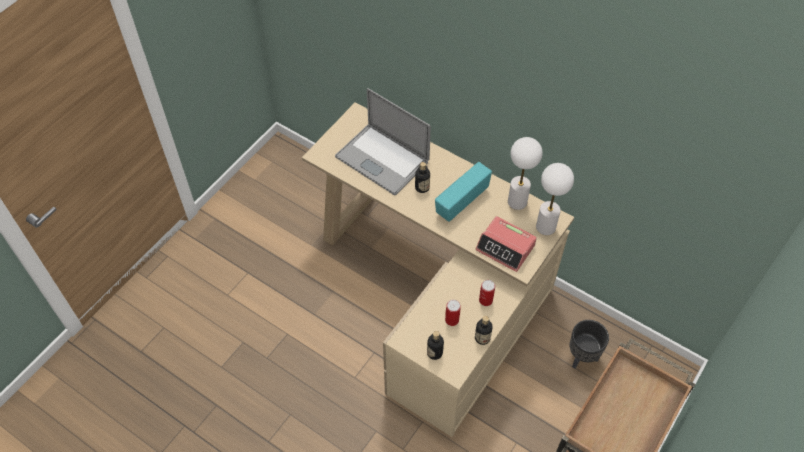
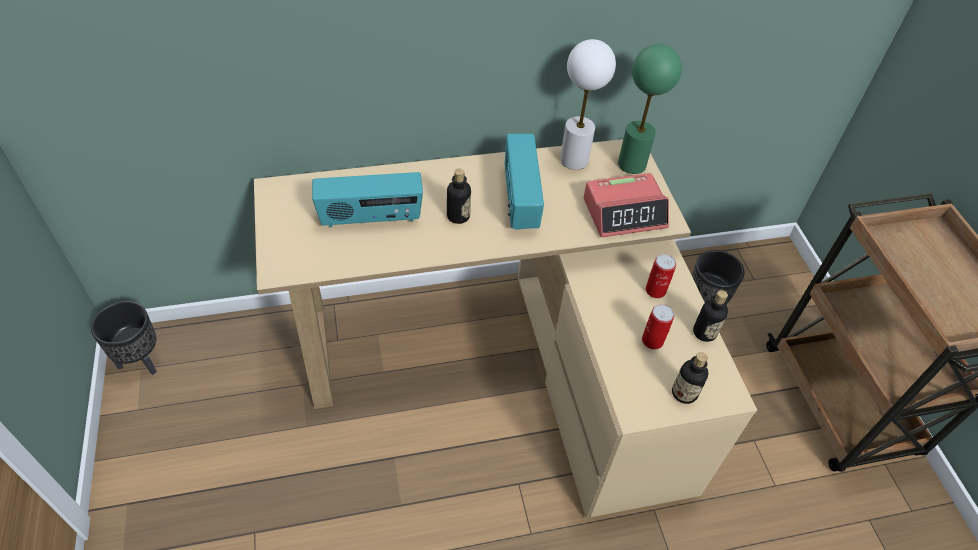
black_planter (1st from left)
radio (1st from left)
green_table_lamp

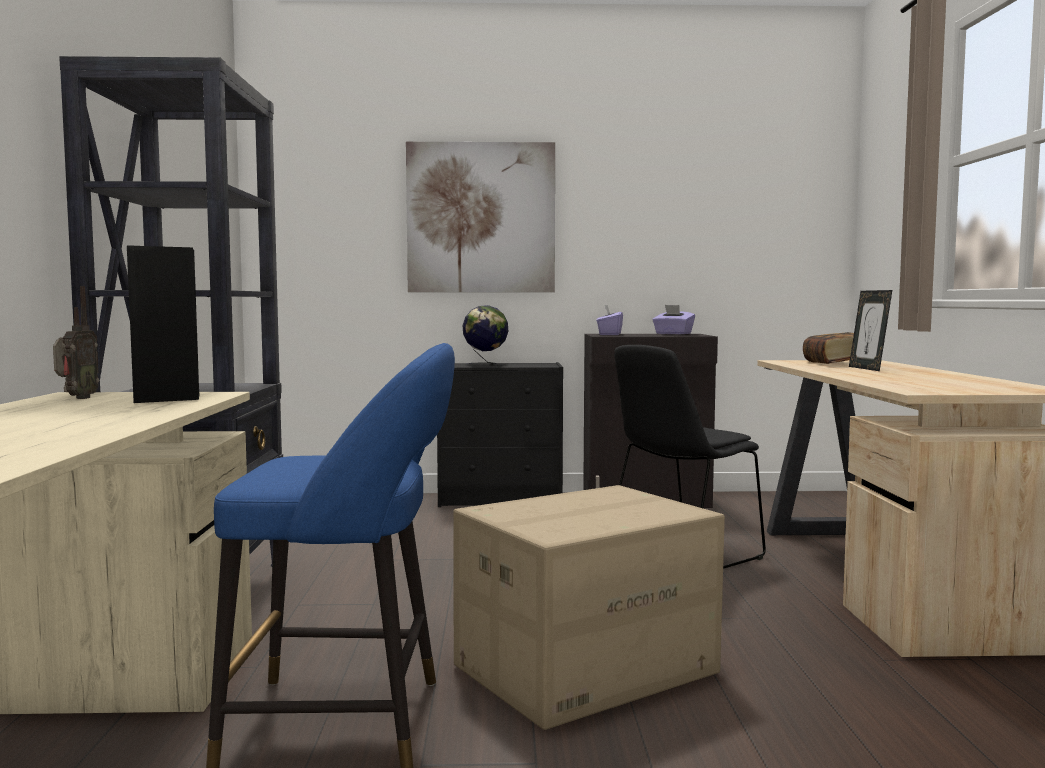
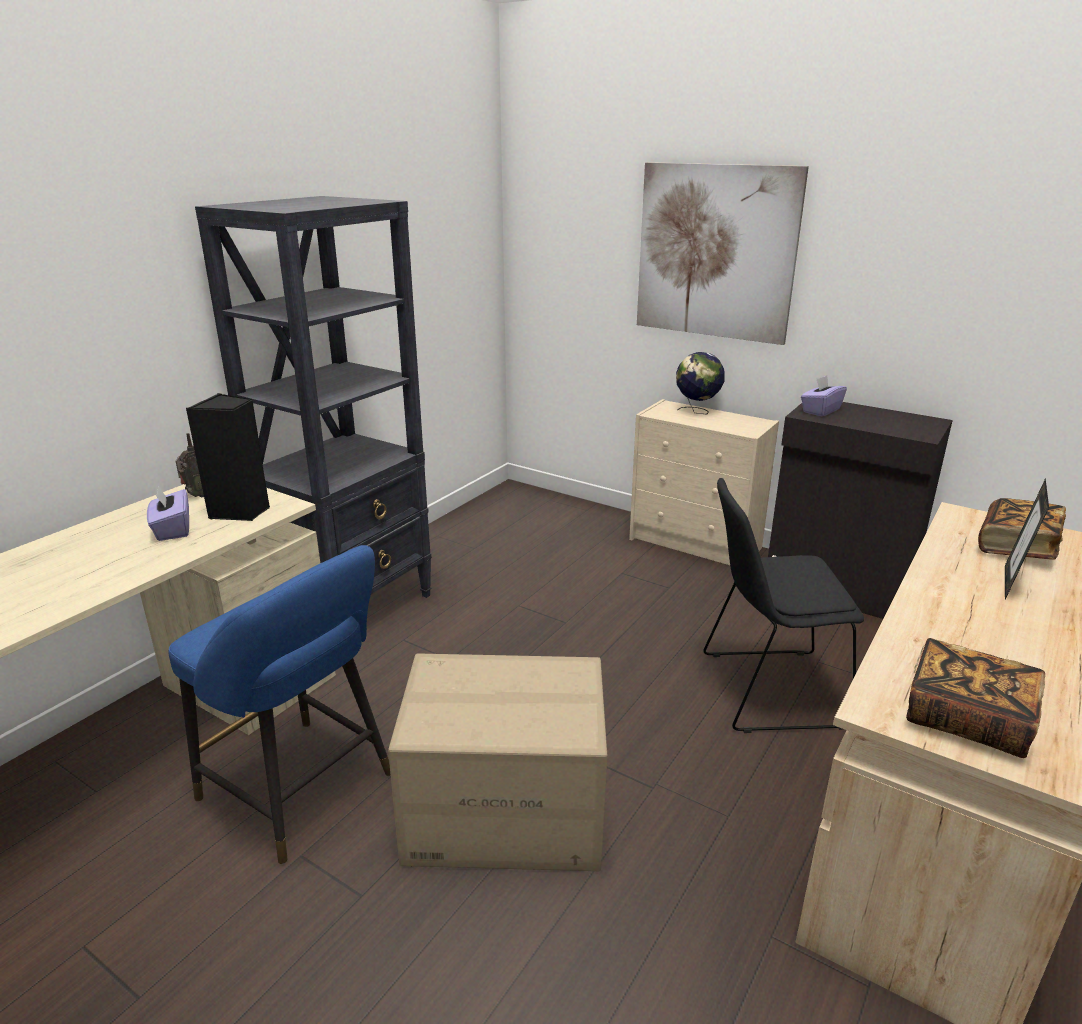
purple_tissue_box (1st from left)
beige_dresser
book (1st from left)

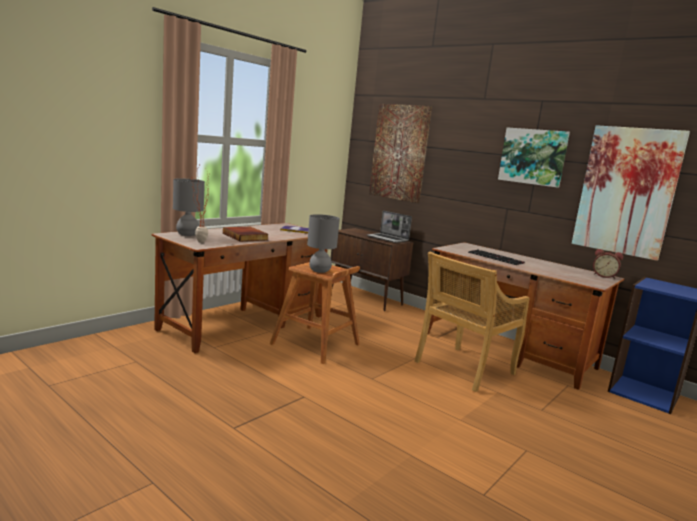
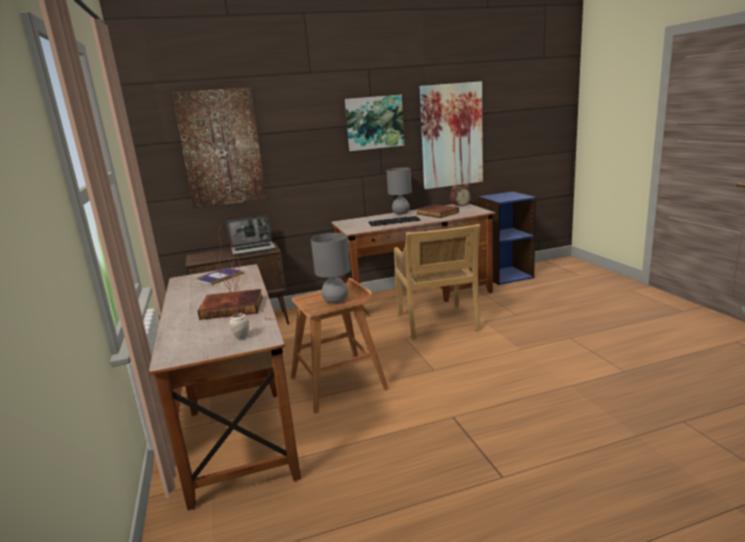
grey_table_lamp (2nd from left)
book (3rd from left)

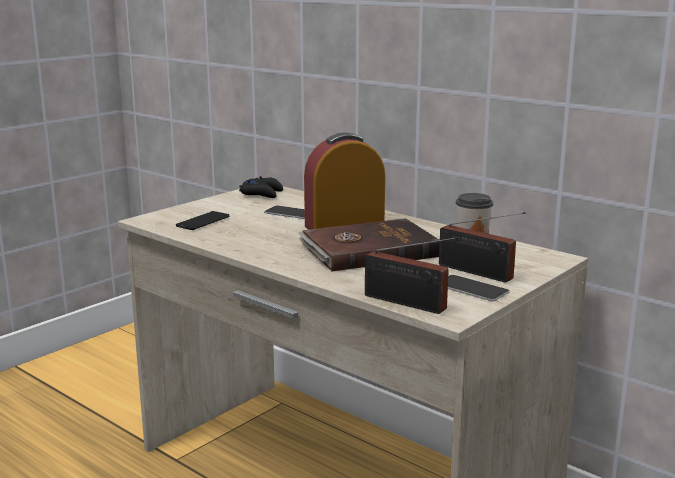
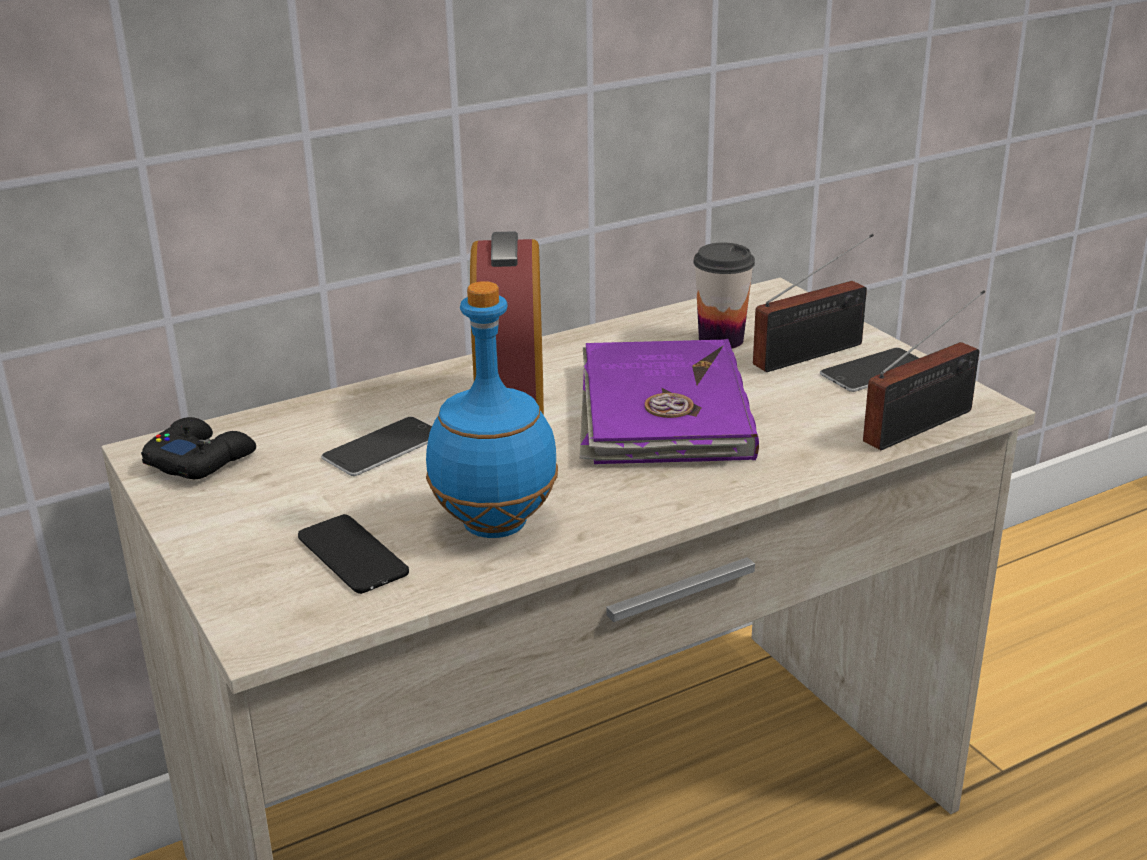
blue_bottle
purple_book

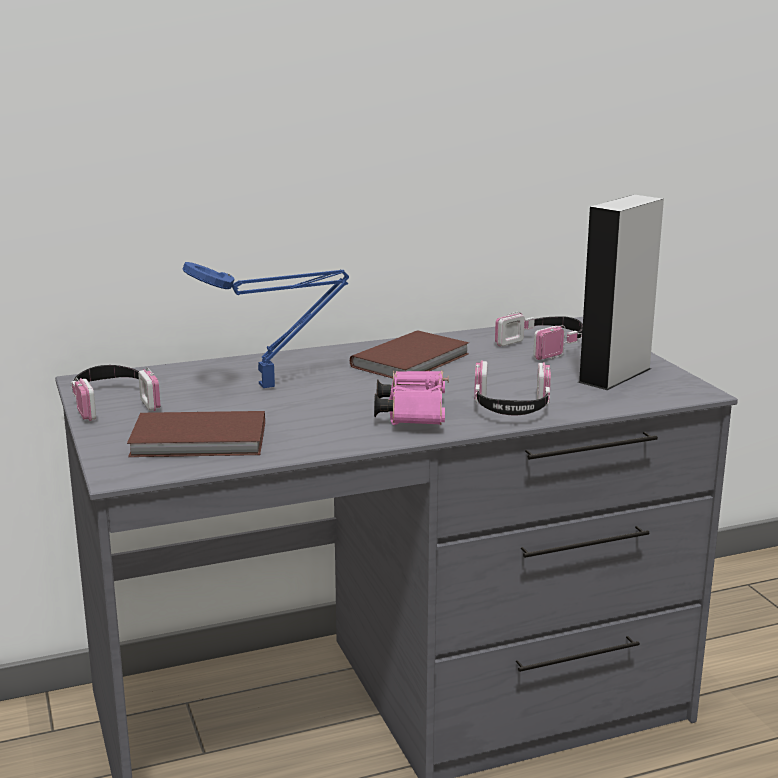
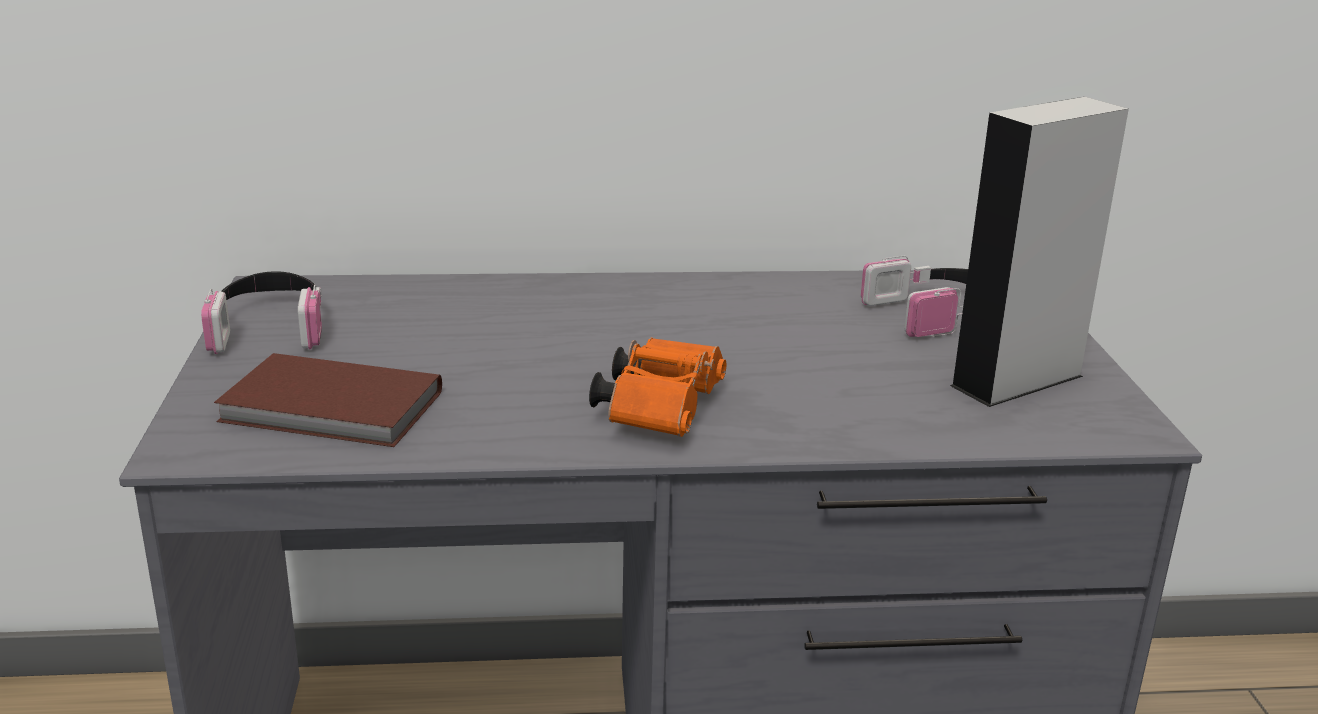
orange_binoculars
blue_table_lamp
brown_book (2nd from left in the first image)
headphones (2nd from left in the first image)

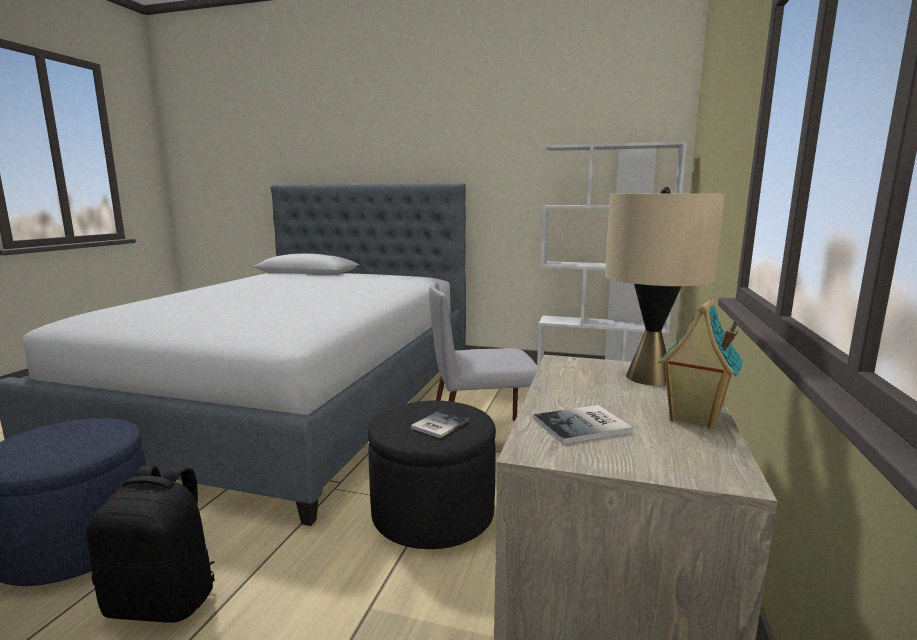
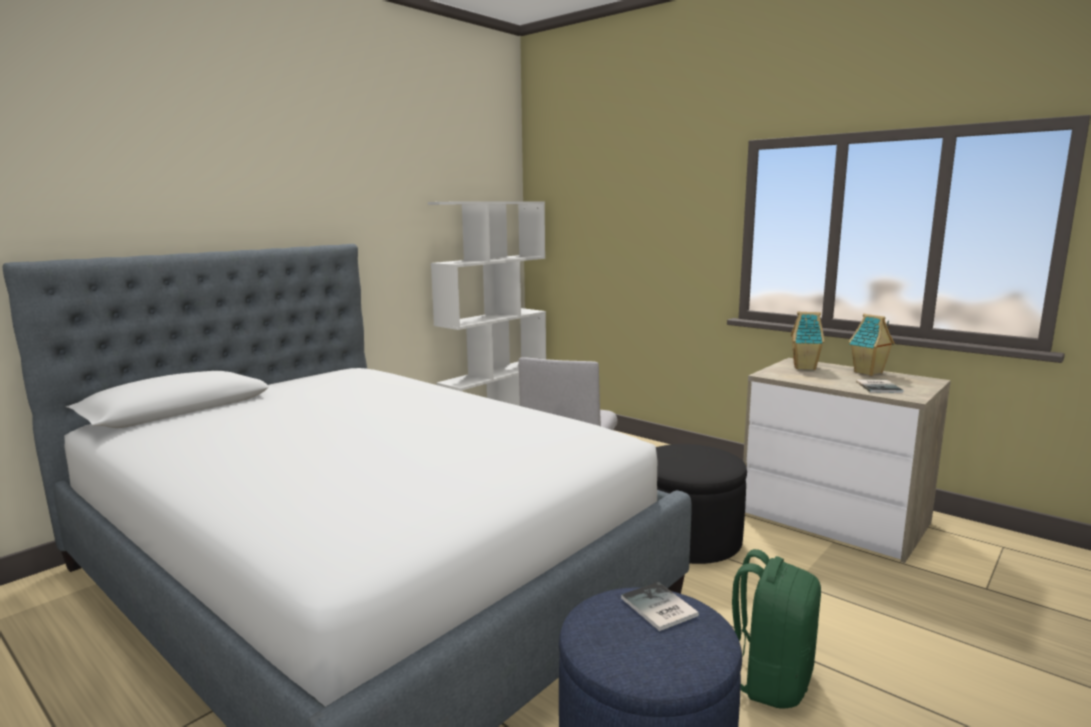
book (1st from left)
green_backpack
toy_house (1st from left)

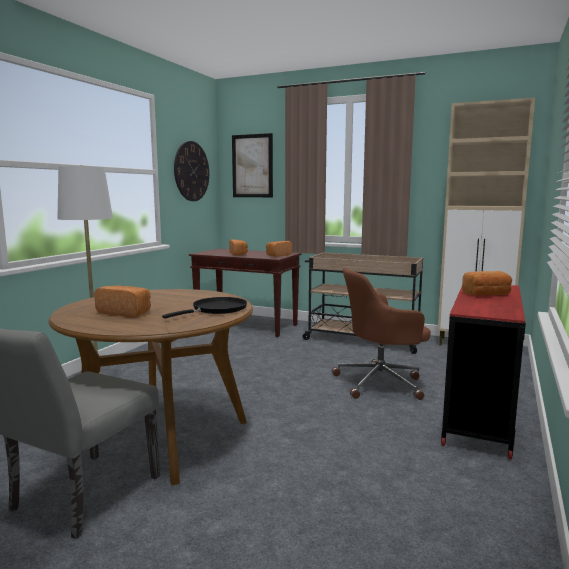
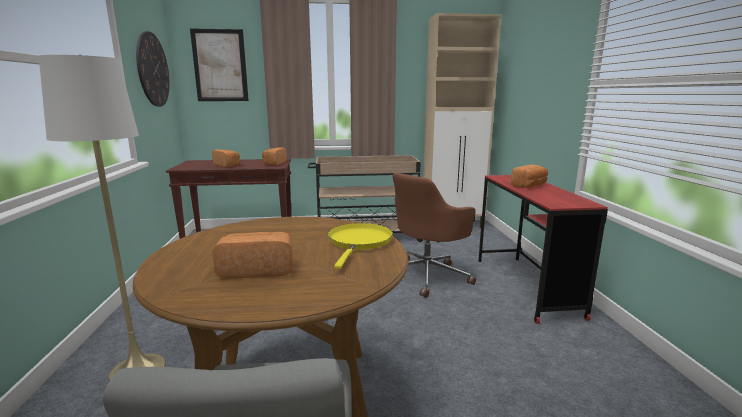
yellow_frying_pan

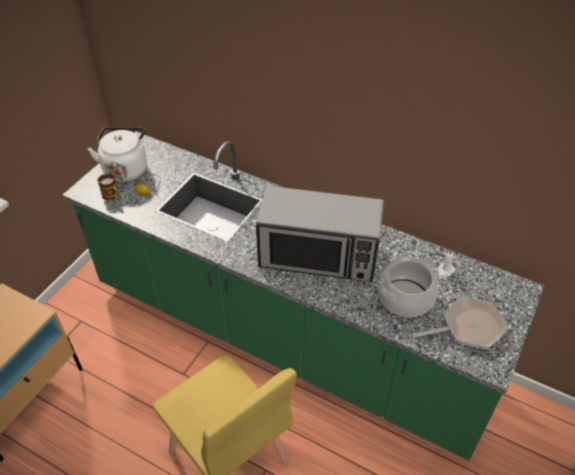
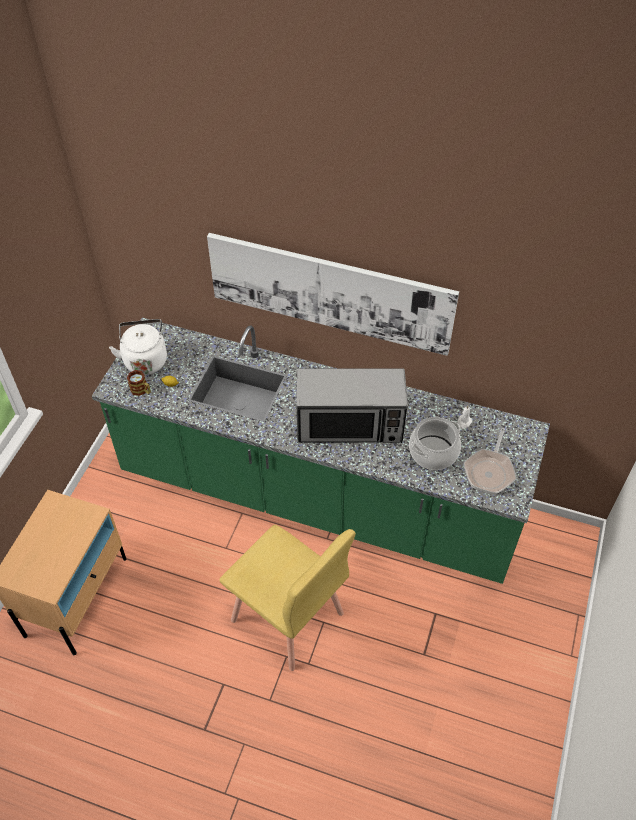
picture
frying_pan

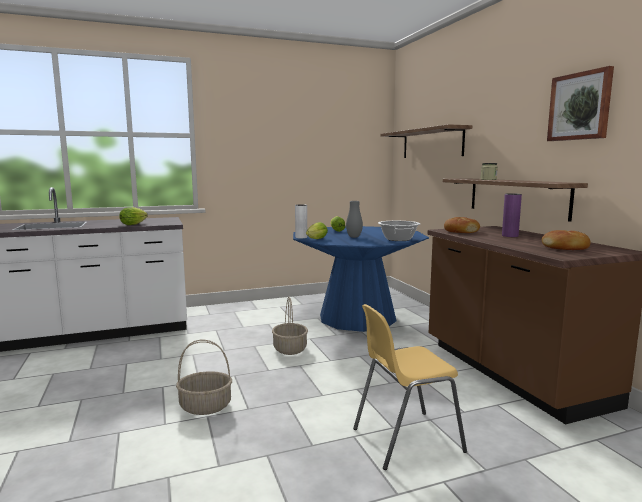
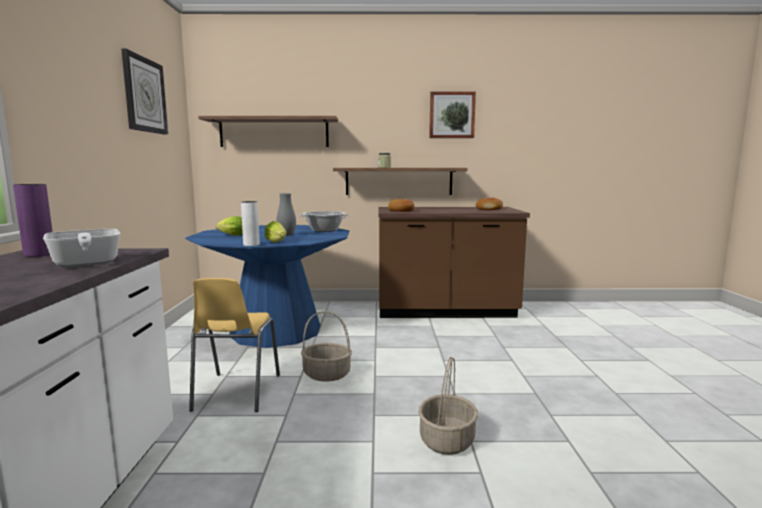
purple_vase
frying_pan
wall_clock
yellow_chair

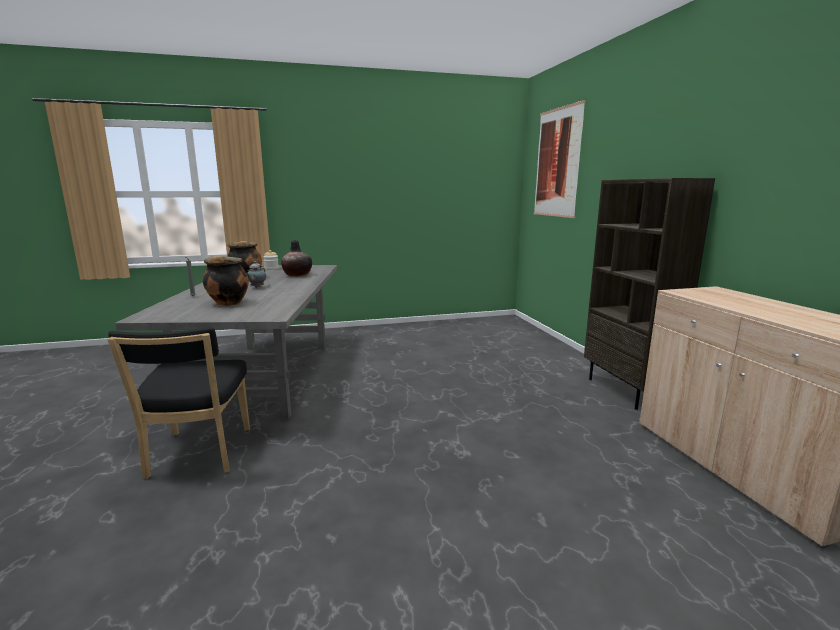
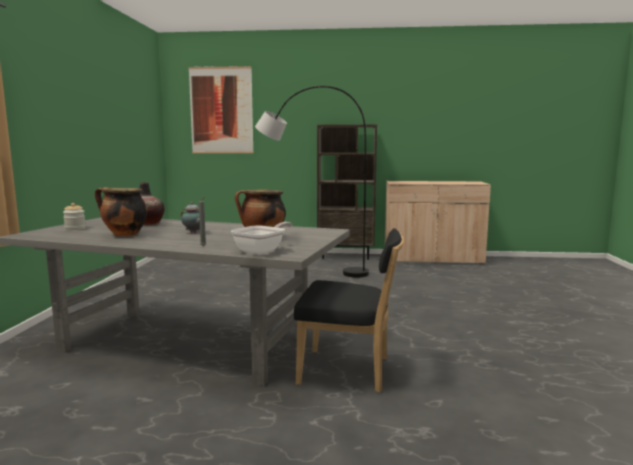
frying_pan
grey_floor_lamp

